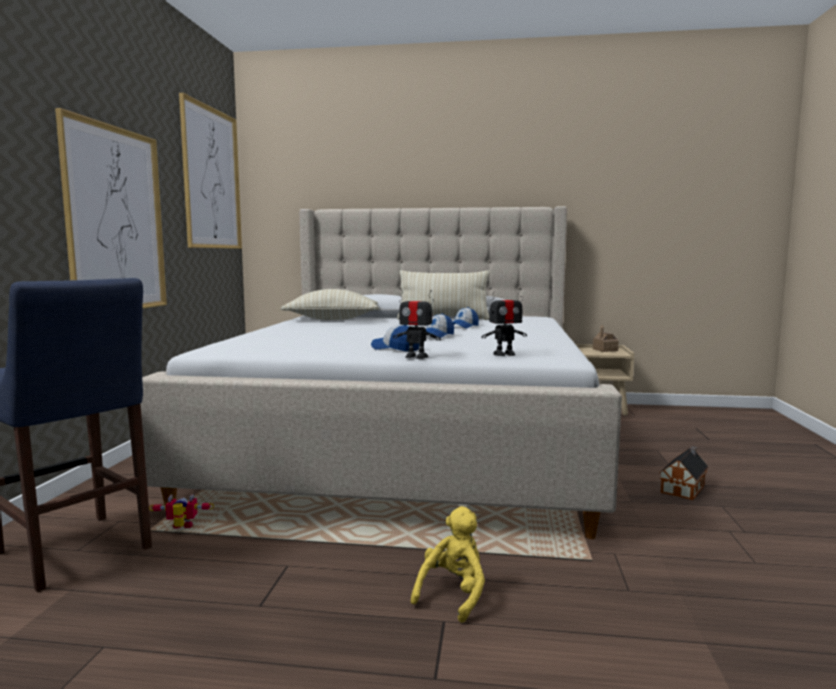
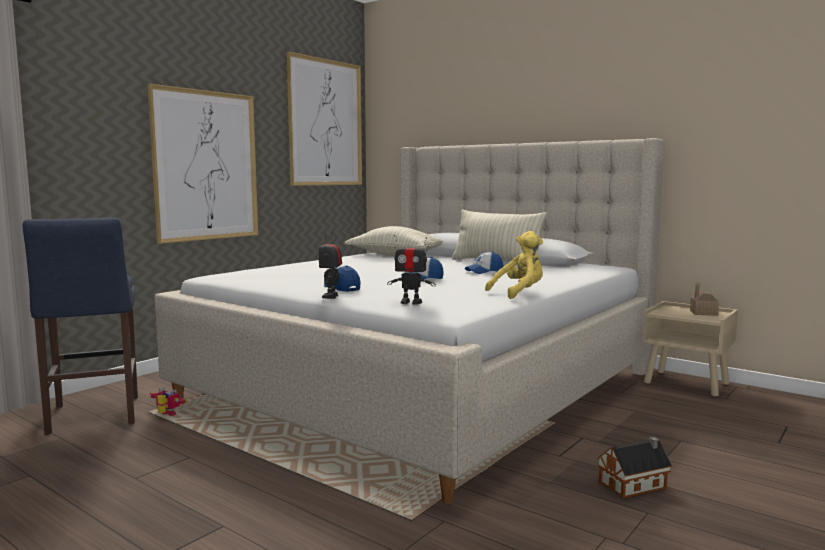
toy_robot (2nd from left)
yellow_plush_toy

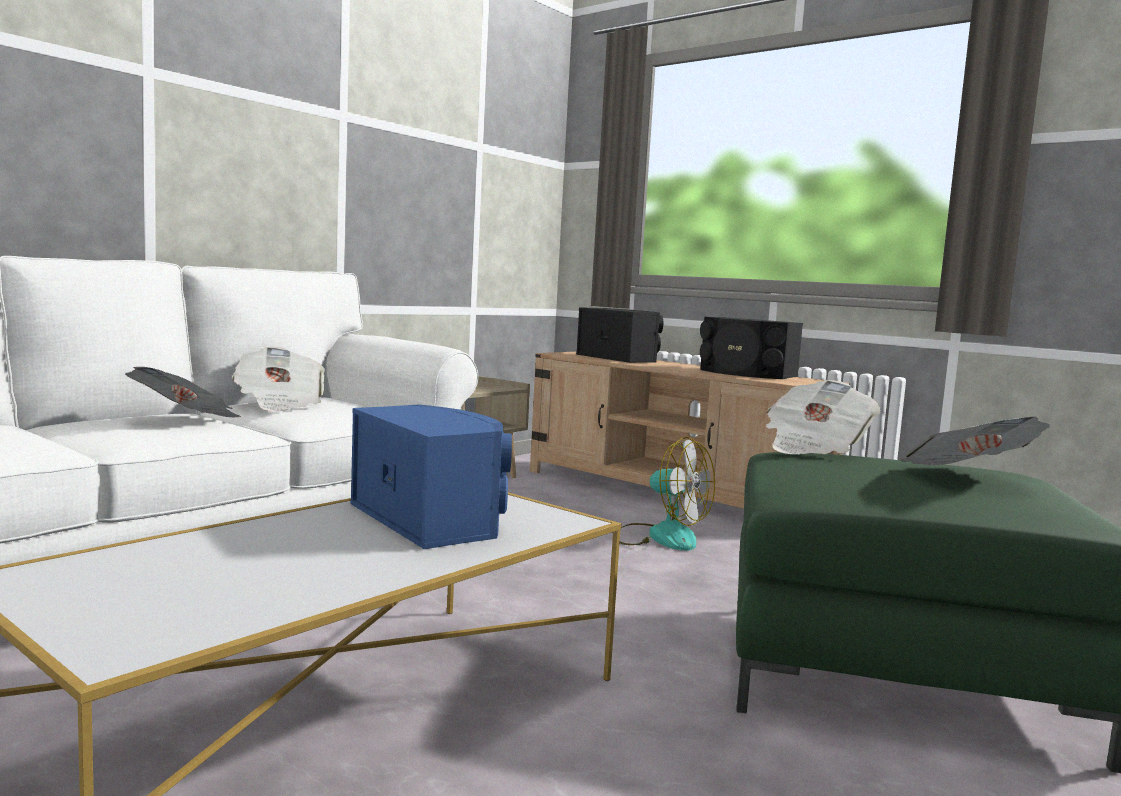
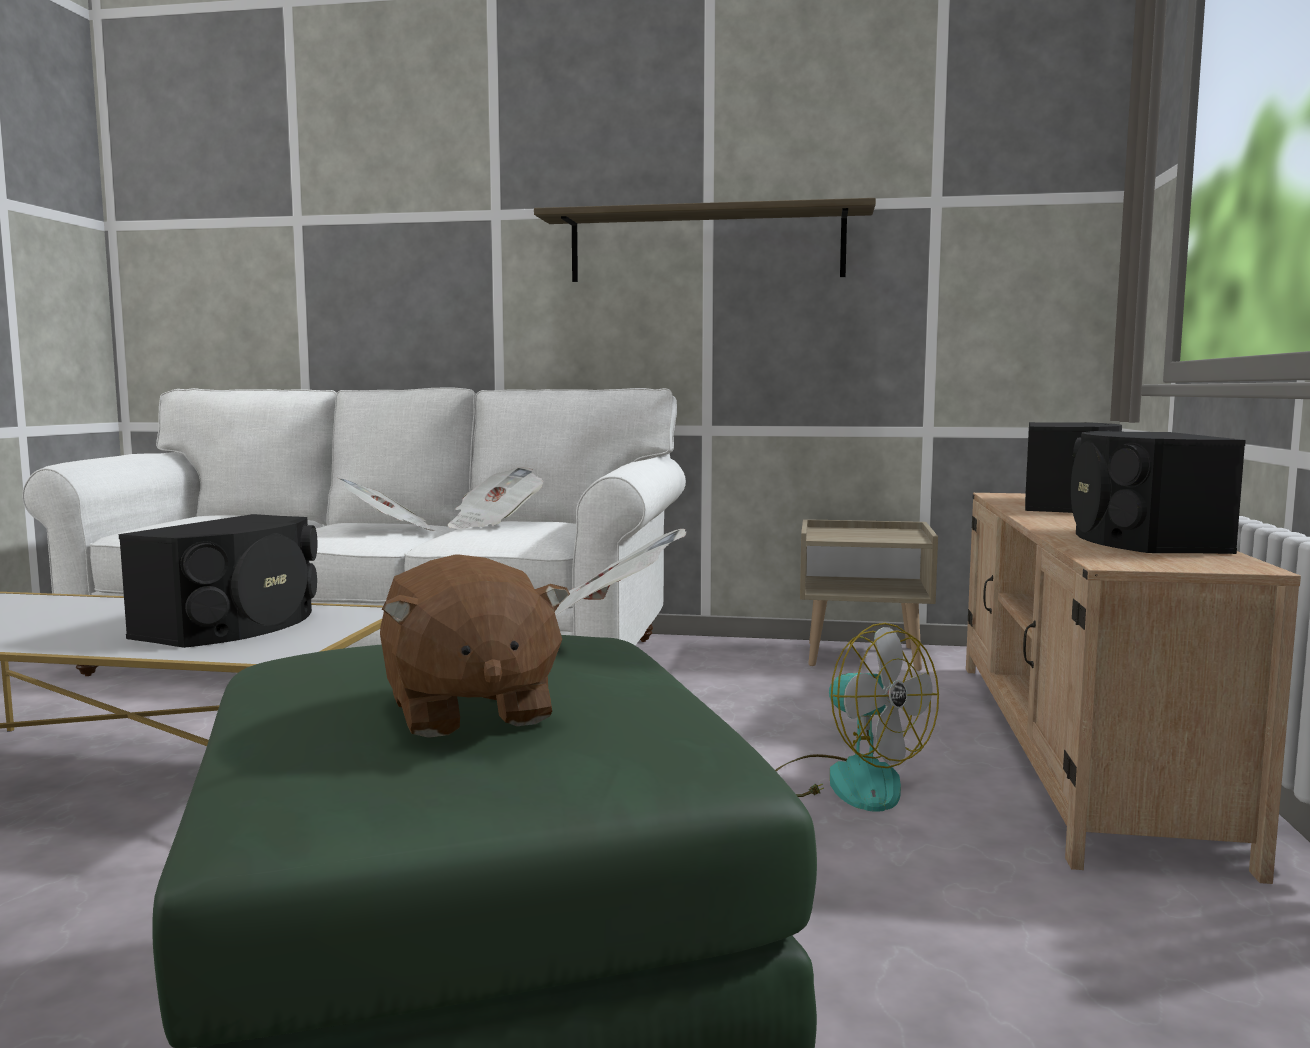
black_speaker (1st from left)
brown_plush_toy
shelf
fan

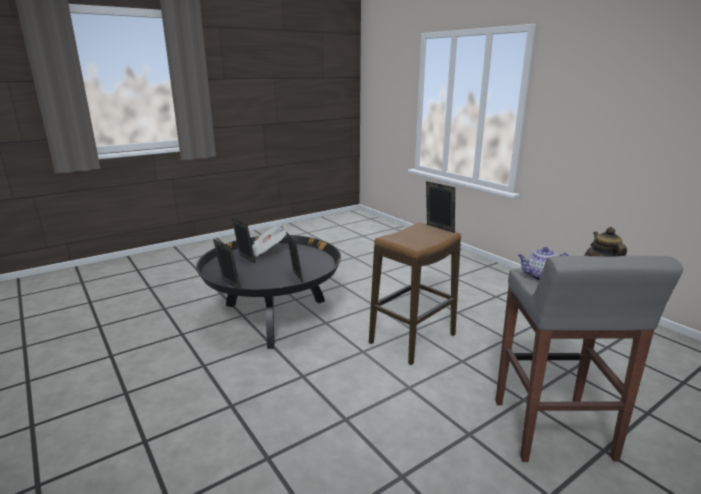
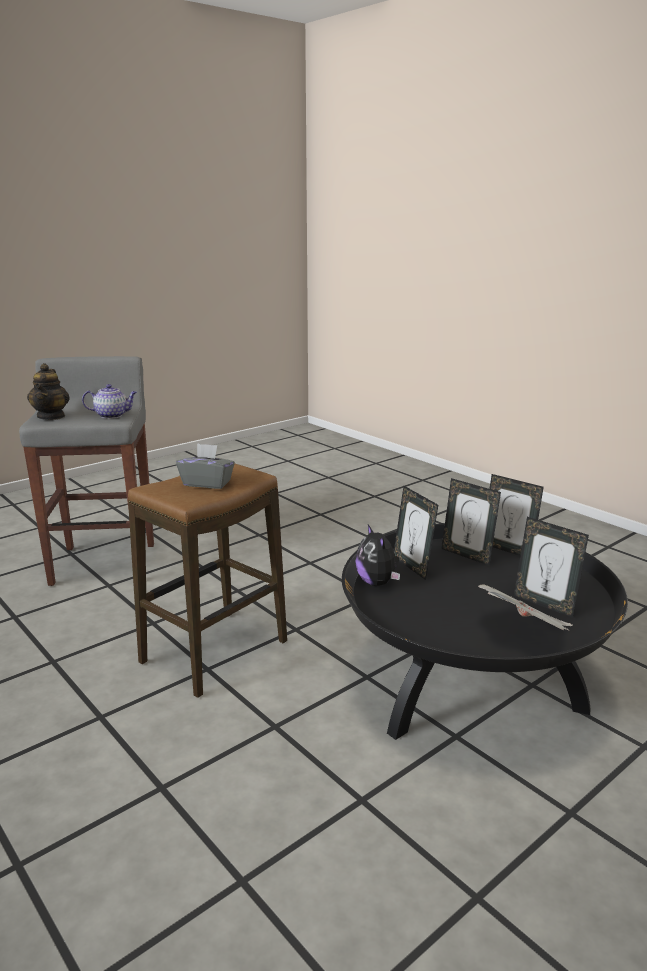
grey_tissue_box
plush_toy
picture_frame (2nd from left)

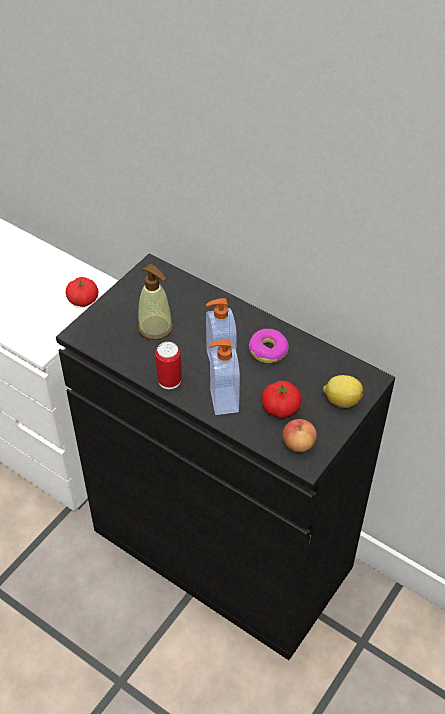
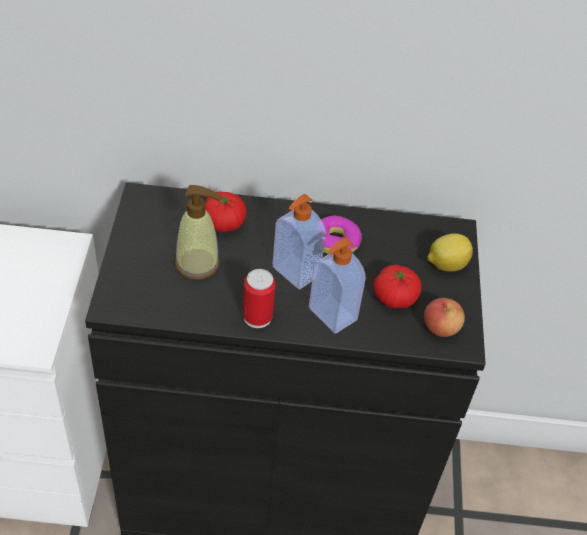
tomato (1st from left)

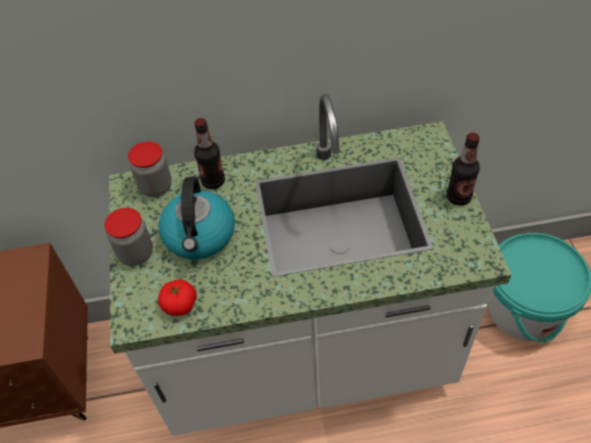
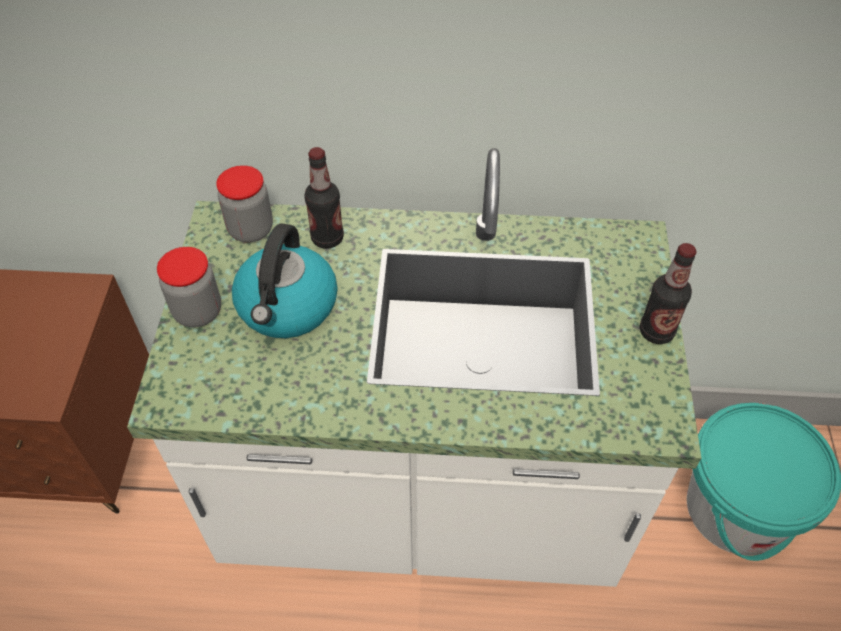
tomato

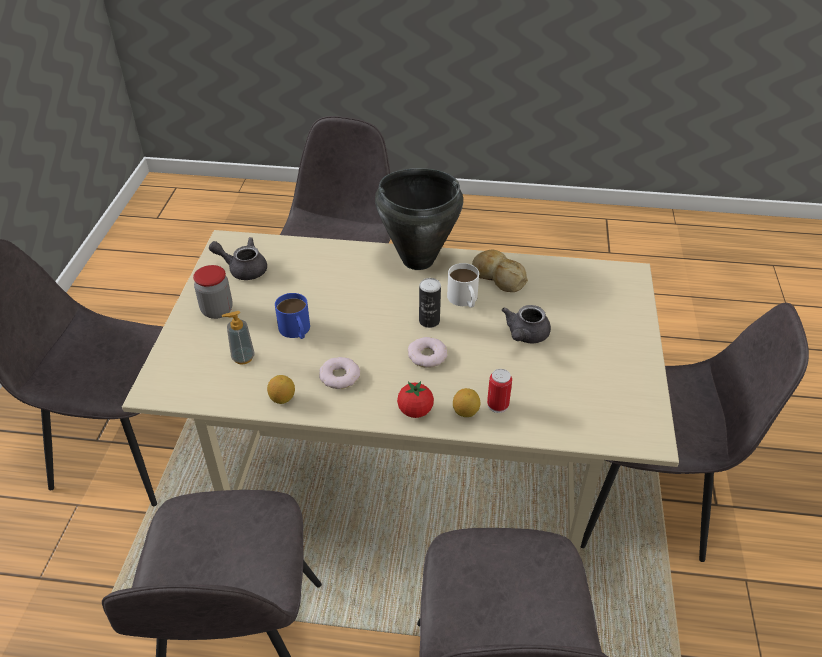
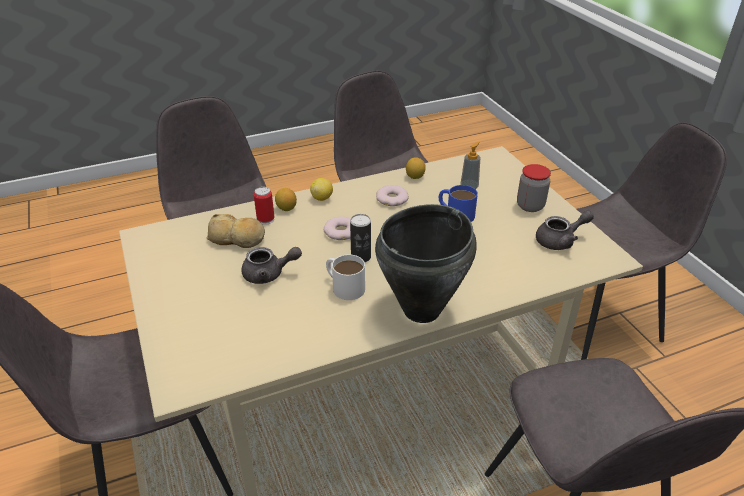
bread
grey_teapot (1st from left)
lemon (2nd from left)

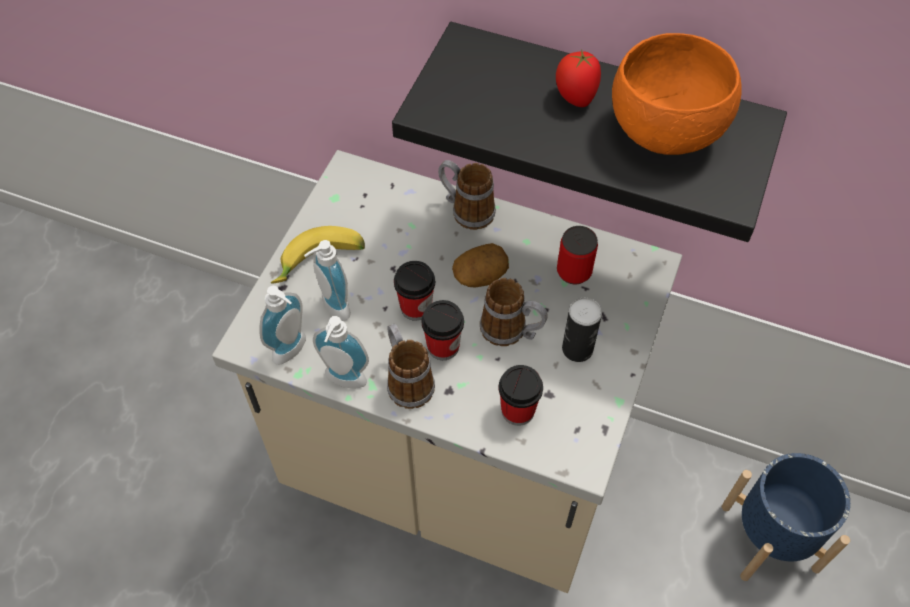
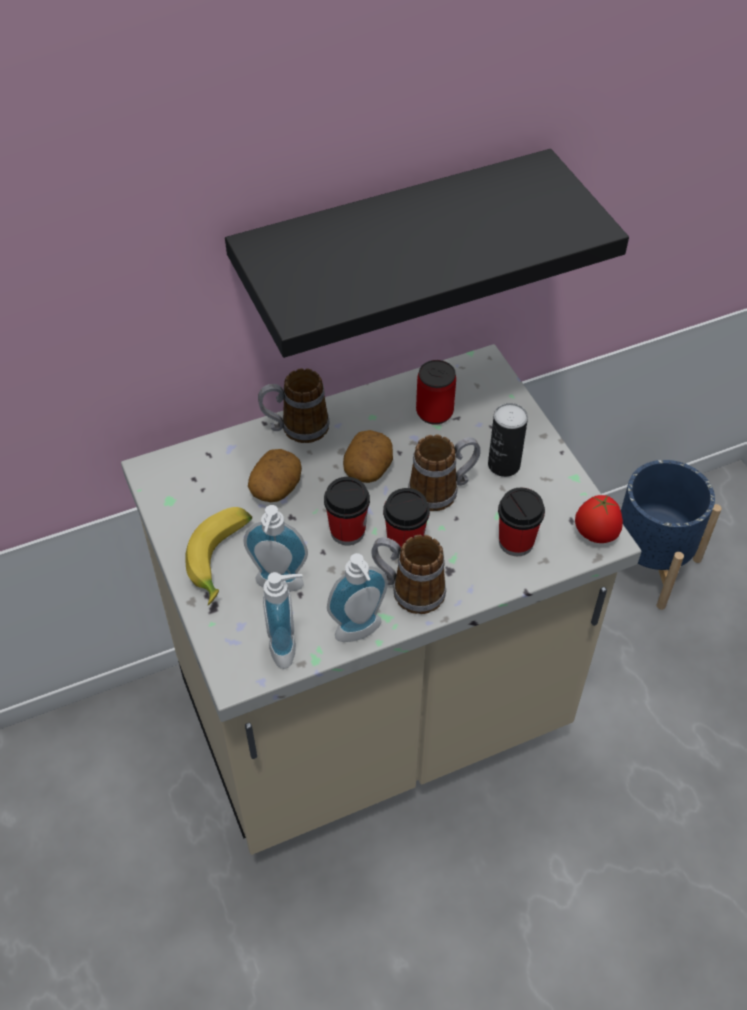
potato (1st from left)
tomato
orange_bowl

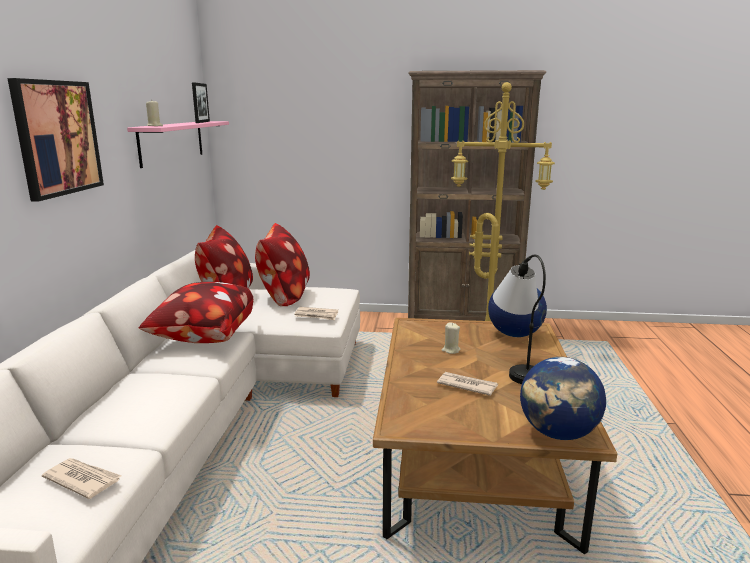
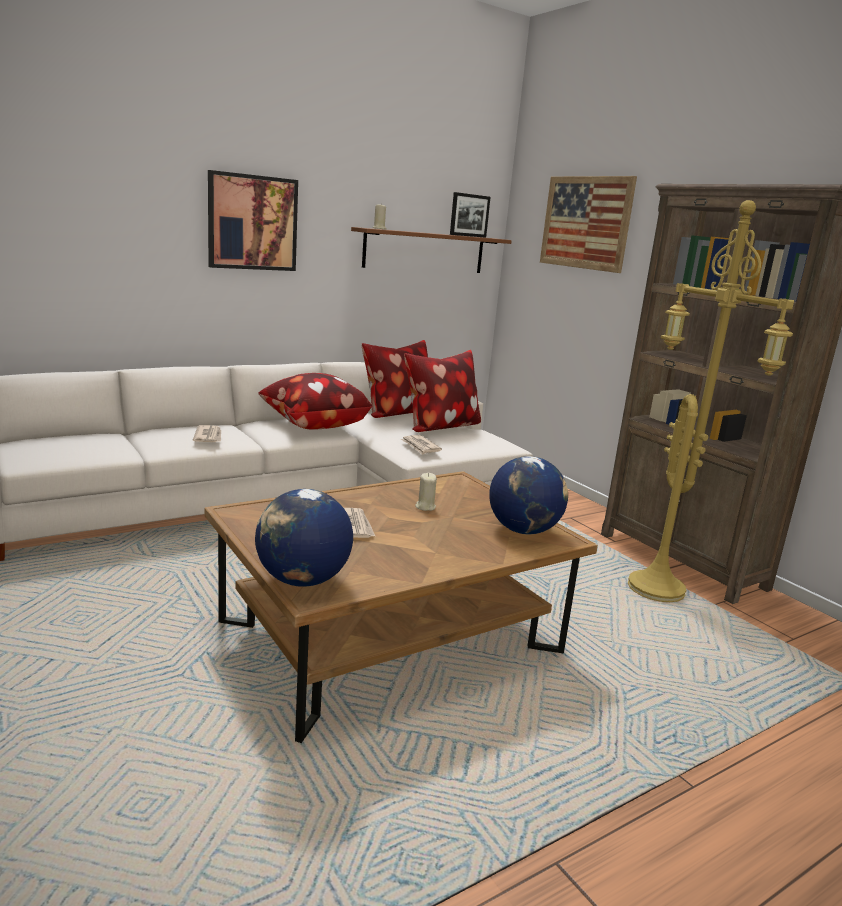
newspaper (1st from left)
brown_shelf
picture (2nd from left)
table_lamp

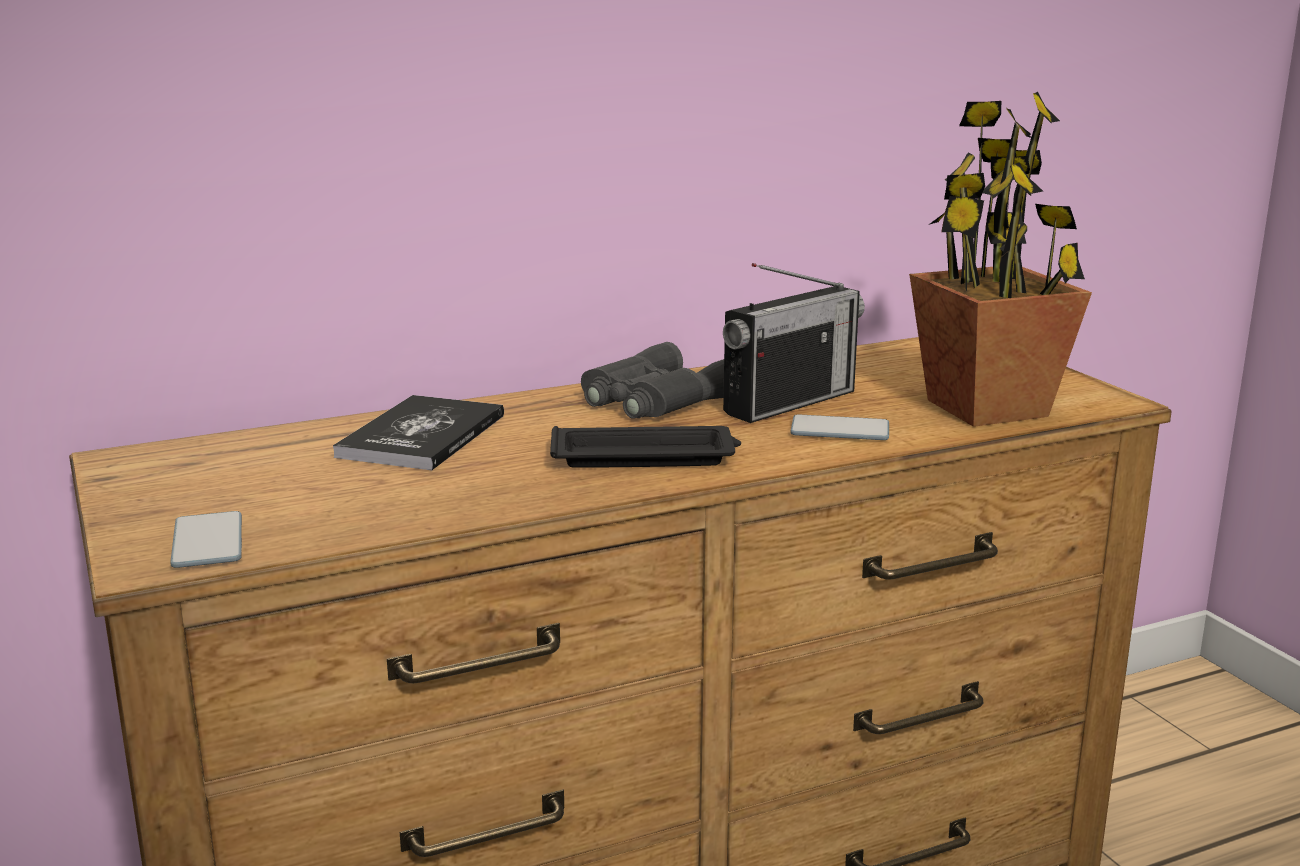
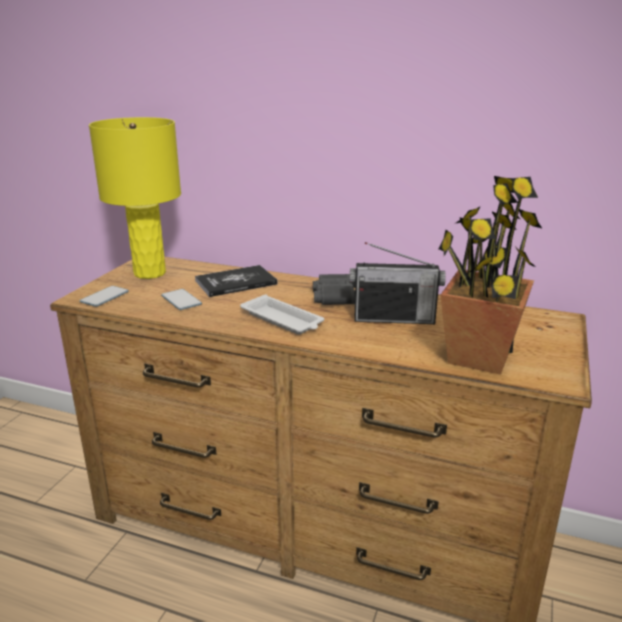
yellow_table_lamp
phone (2nd from left)
white_tray

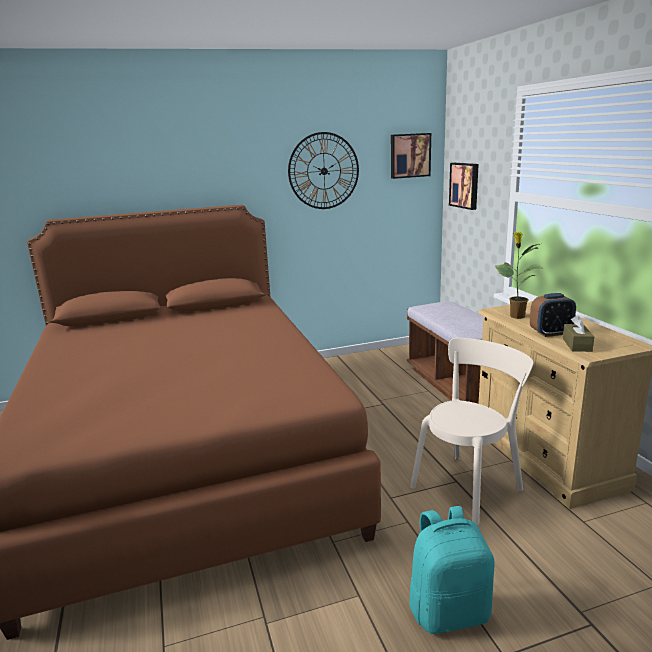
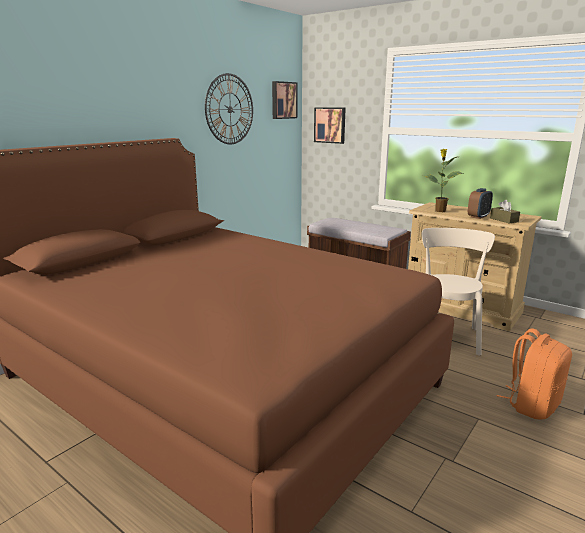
orange_backpack

